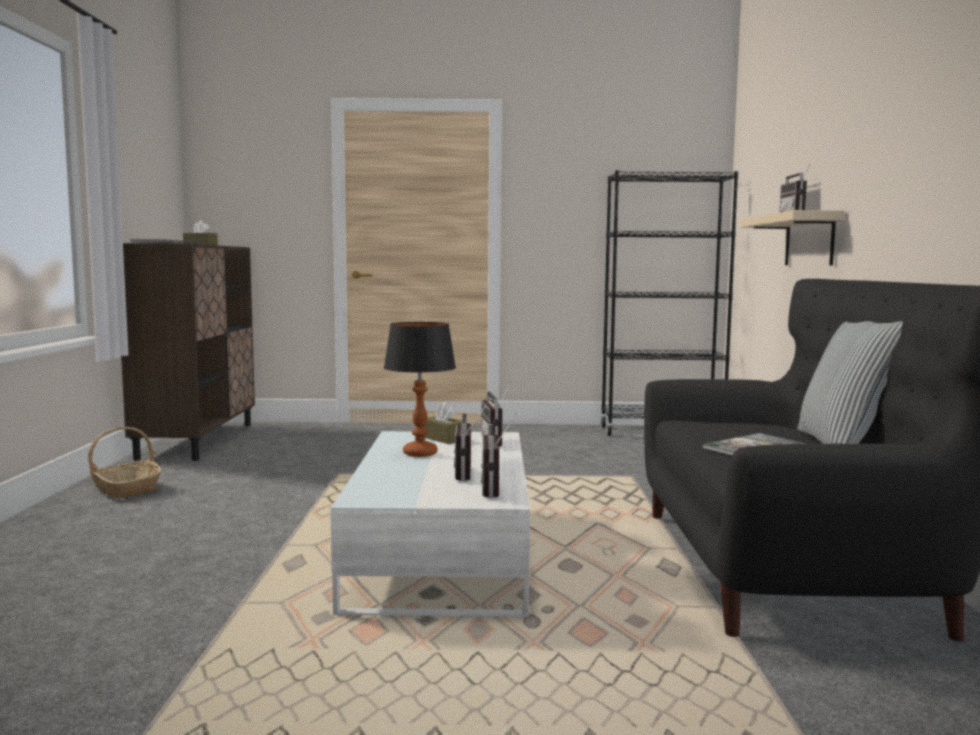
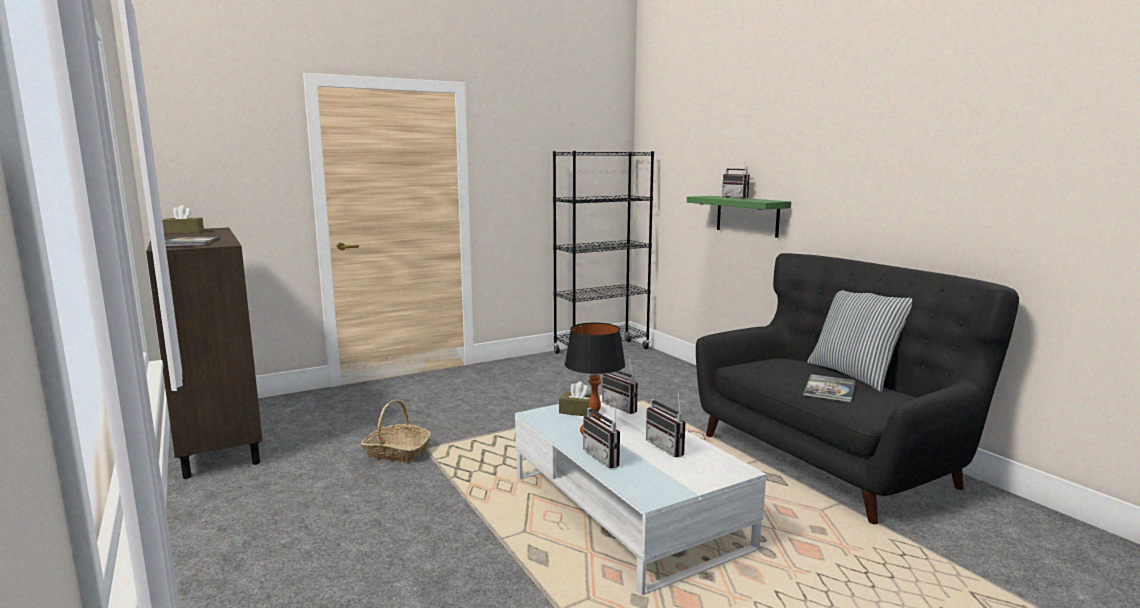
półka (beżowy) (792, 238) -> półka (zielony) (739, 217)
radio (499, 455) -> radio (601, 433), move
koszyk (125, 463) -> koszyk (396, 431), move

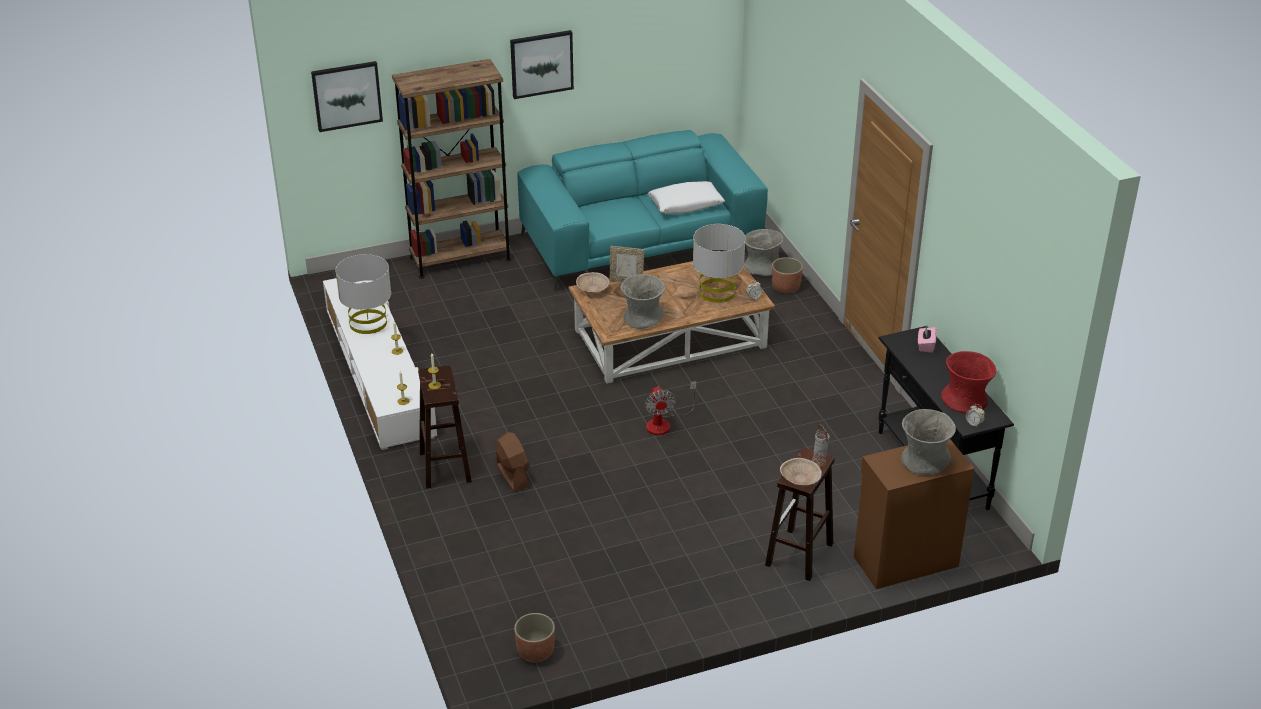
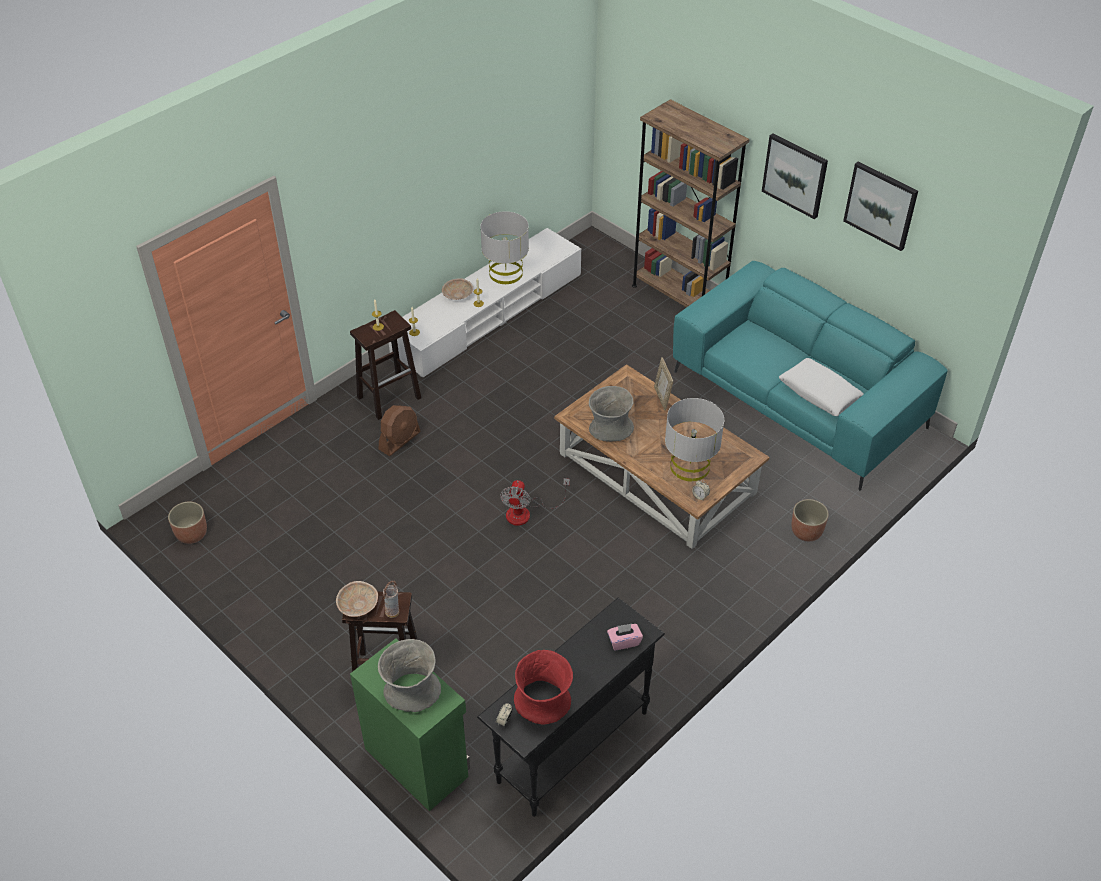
obraz (347, 96) -> obraz (880, 206), move
wazon (szary) (763, 252) -> none
miska (beżowy) (593, 282) -> miska (beżowy) (457, 289), move
wentylator (671, 408) -> wentylator (535, 502), 45 degrees counterclockwise
szafka (brązowy) (914, 514) -> szafka (zielony) (410, 724)

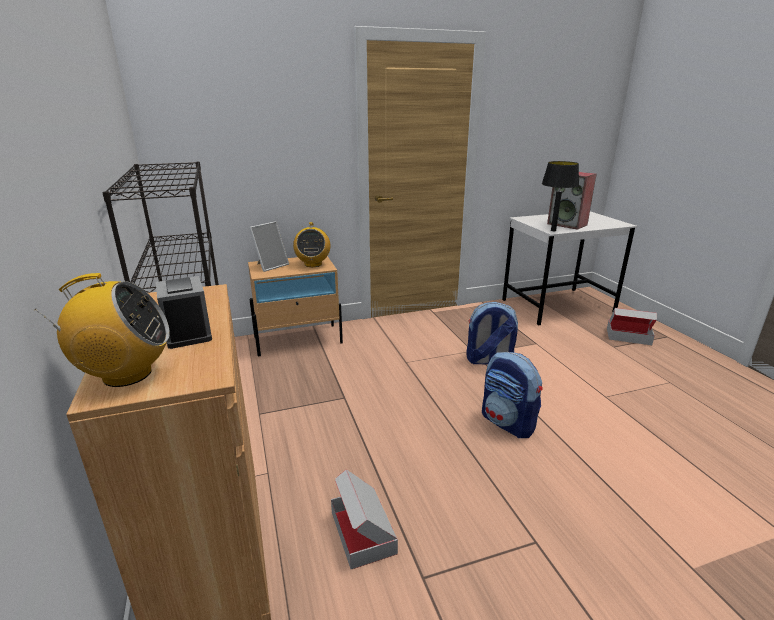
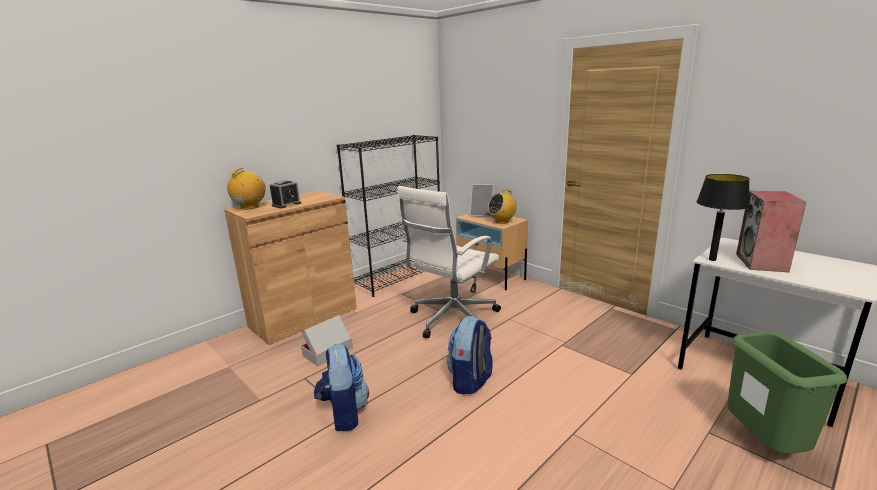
radio (102, 330) -> radio (246, 188), 120 degrees counterclockwise
plecak (492, 333) -> plecak (341, 387), move
karton (632, 326) -> kosz na śmieci (zielony) (787, 392)
none -> krzesło biurowe (biały) (449, 262)

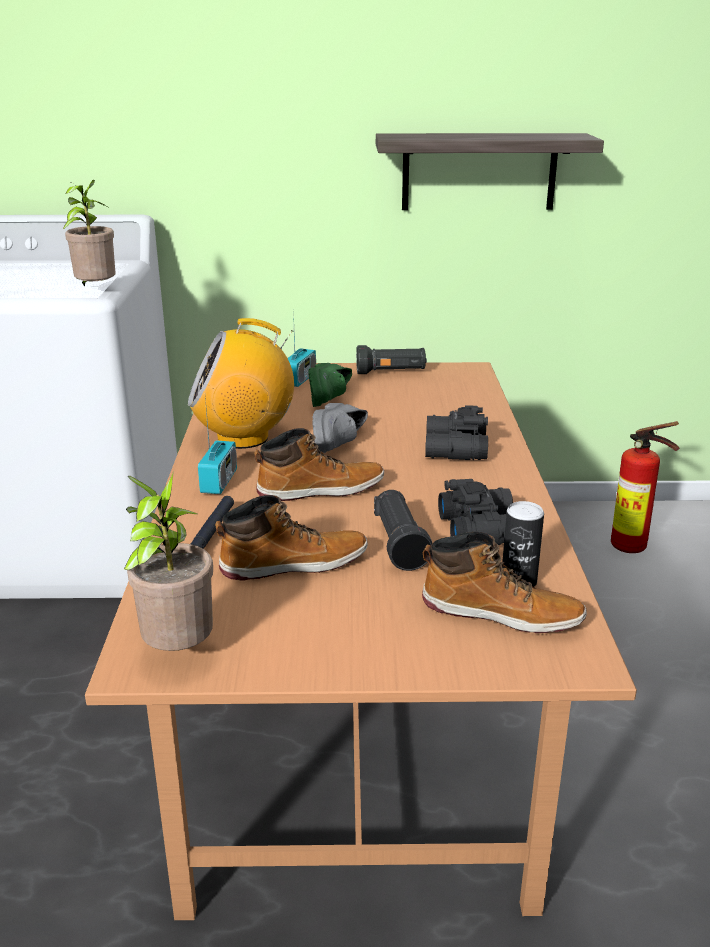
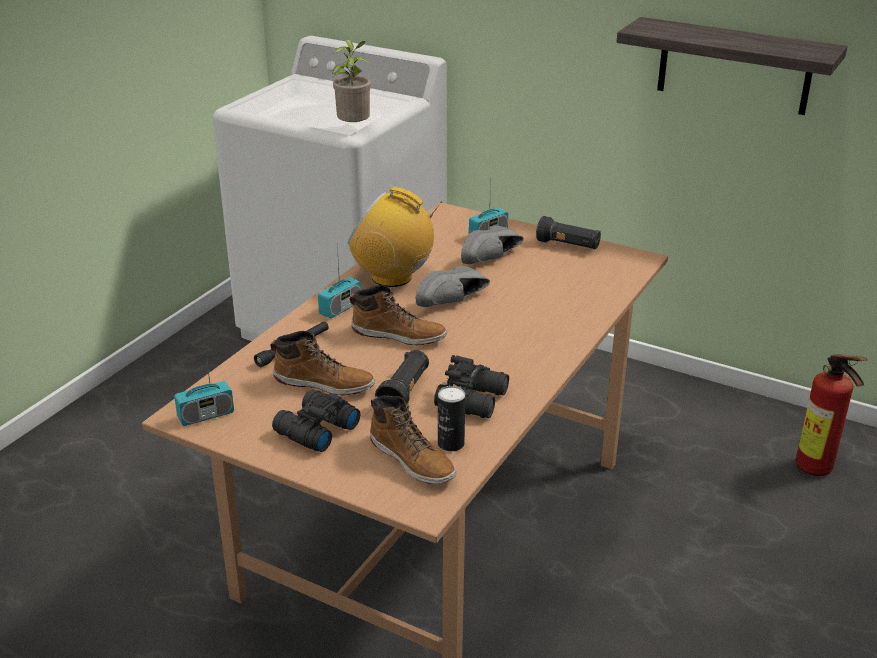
but (zielony) (330, 385) -> but (szary) (492, 245)
lornetka (czarny) (456, 432) -> lornetka (czarny) (316, 421), move
roślina doniczkowa (168, 561) -> radio (204, 383)

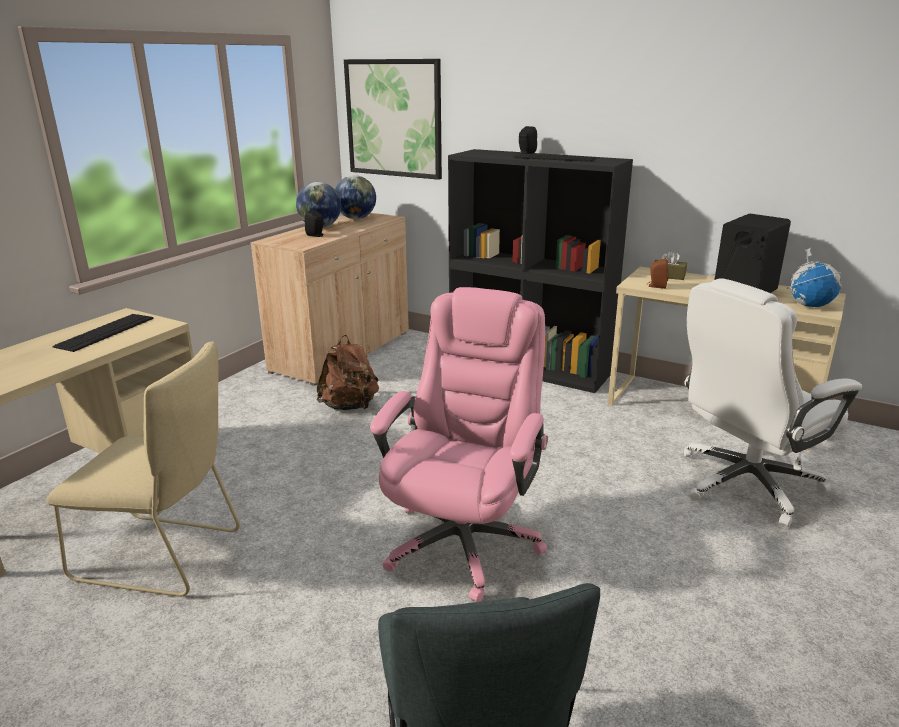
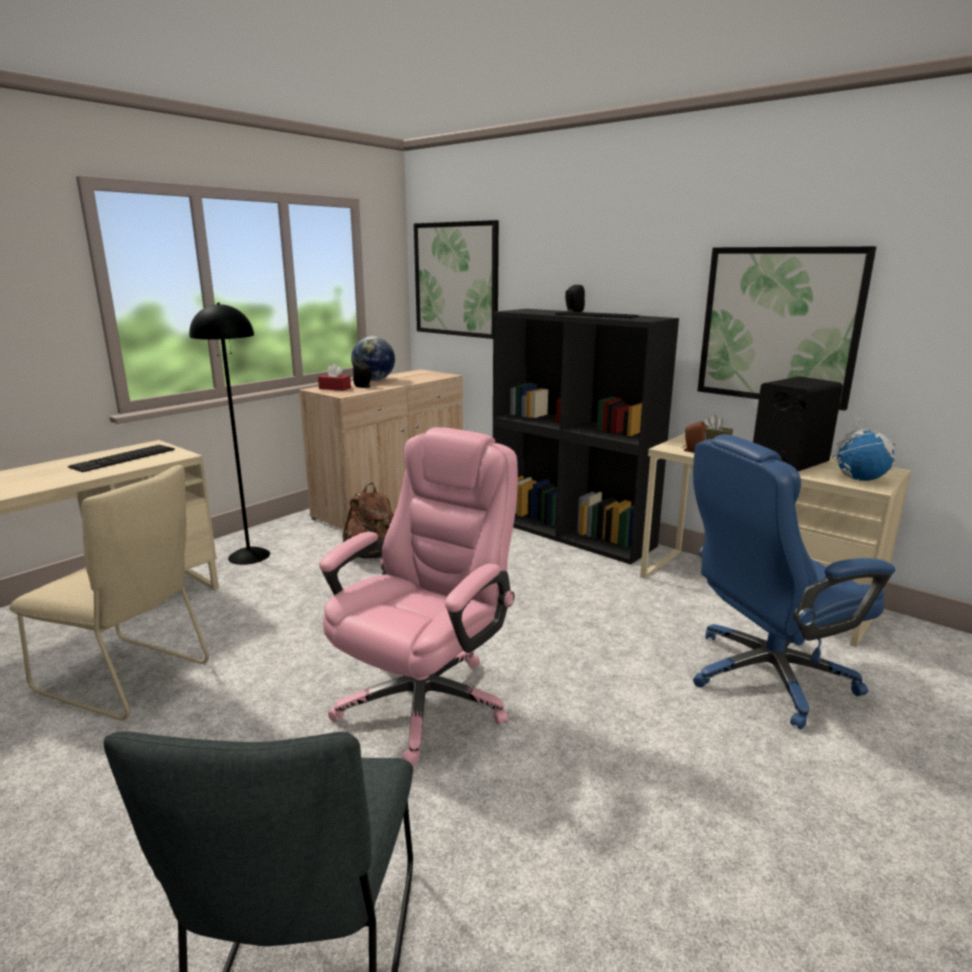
globus (355, 197) -> none
krzesło biurowe (biały) (773, 403) -> krzesło biurowe (niebieski) (794, 581)
none -> obraz (787, 328)
none -> lampa stojąca (czarny) (229, 434)
none -> pudełko chusteczek (czerwony) (334, 377)

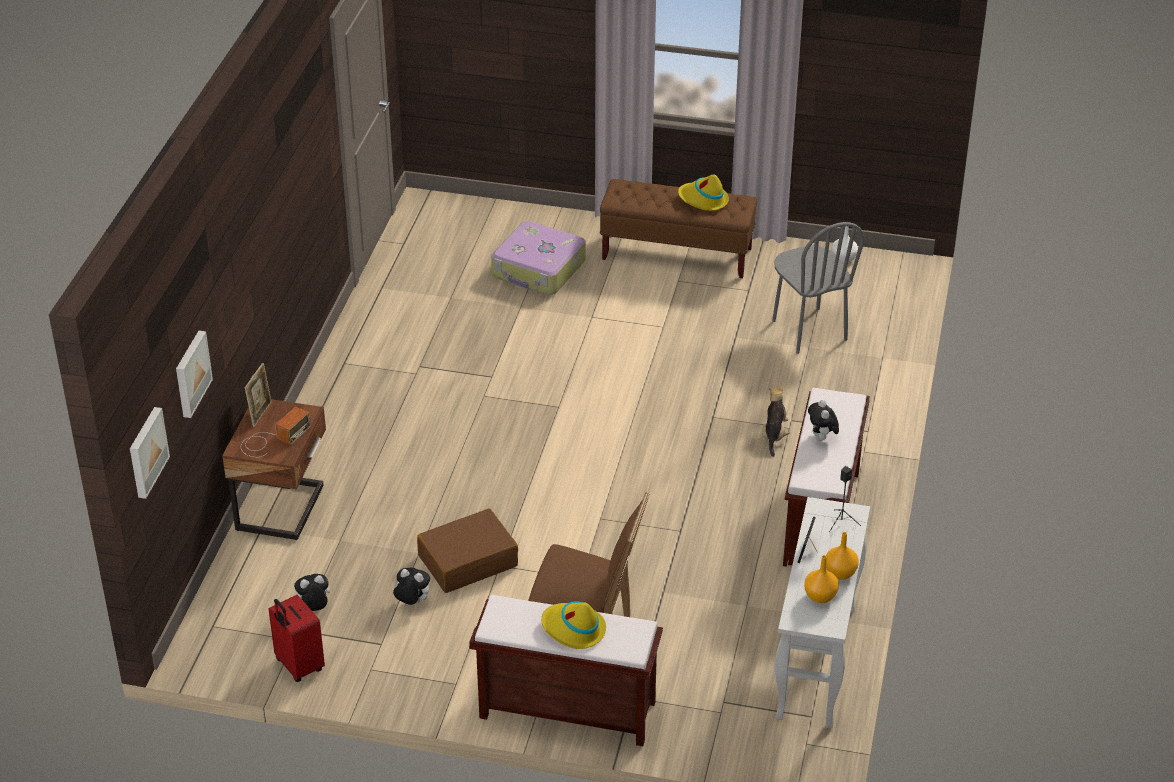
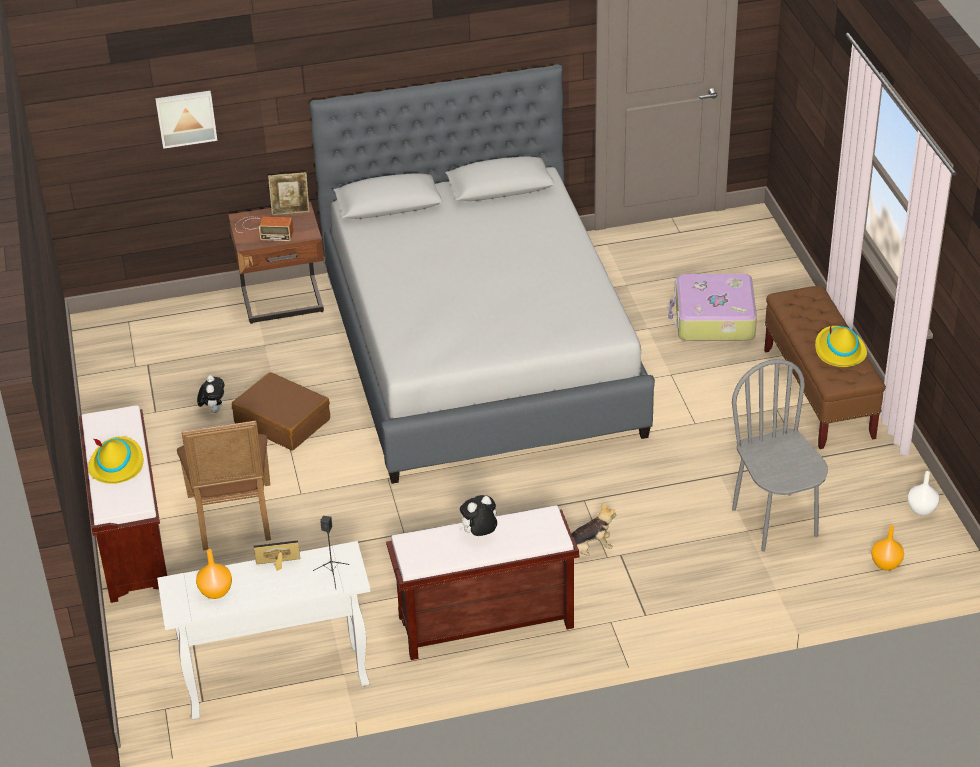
krzesło (szary) (818, 288) -> krzesło (szary) (780, 455), 120 degrees clockwise
obraz (150, 453) -> none
wazon (pomarańczowy) (842, 556) -> wazon (pomarańczowy) (887, 548), move
pluszak (312, 592) -> none
walizka (czerwony) (297, 638) -> none
none -> łóżko (szary) (482, 274)

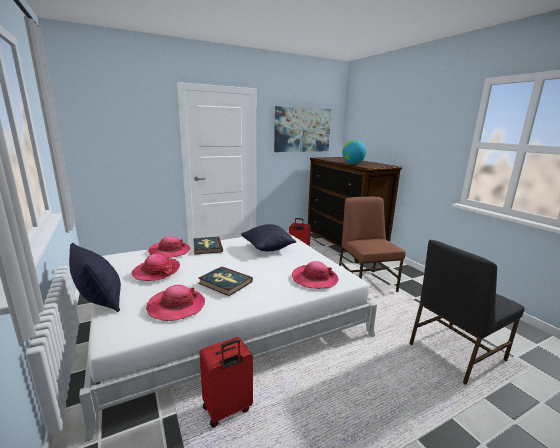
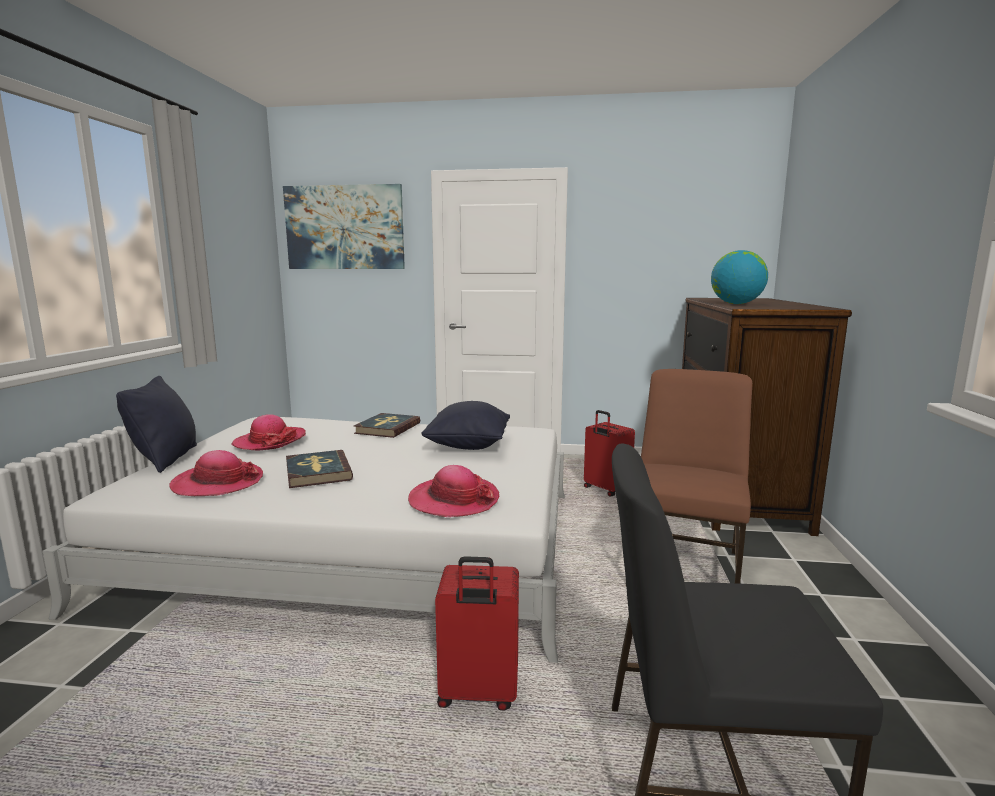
obraz (302, 129) -> obraz (344, 226), move
kapelusz (169, 247) -> none
walizka (czerwony) (226, 382) -> walizka (czerwony) (477, 633), move

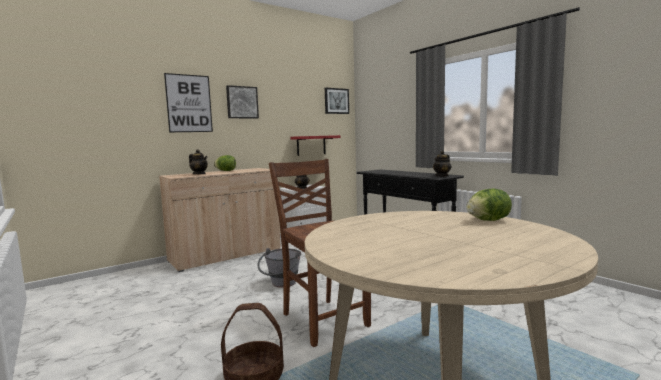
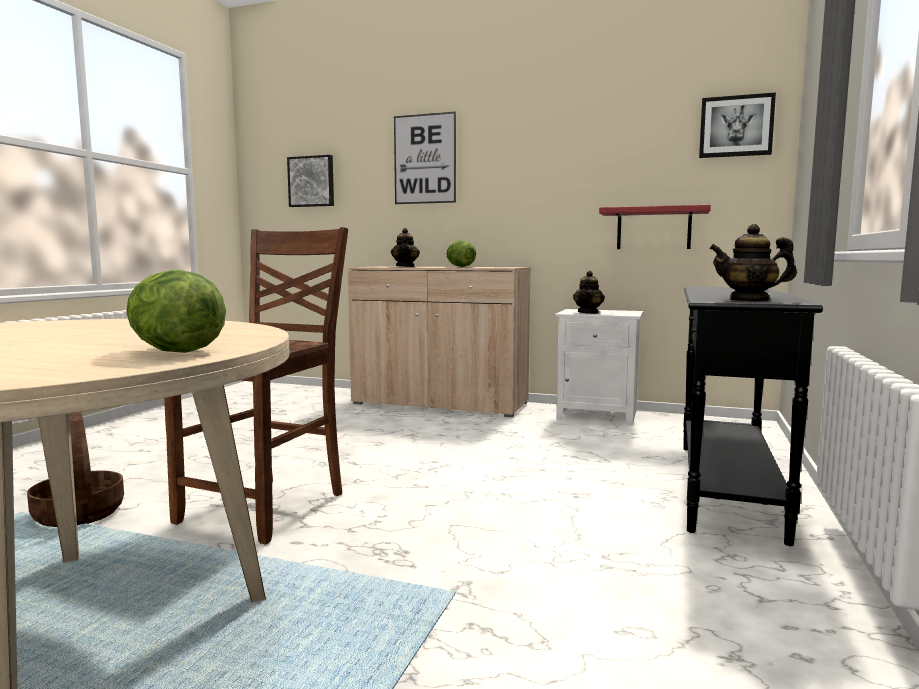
obraz (242, 101) -> obraz (310, 181), move
wiadro (szary) (279, 268) -> none

